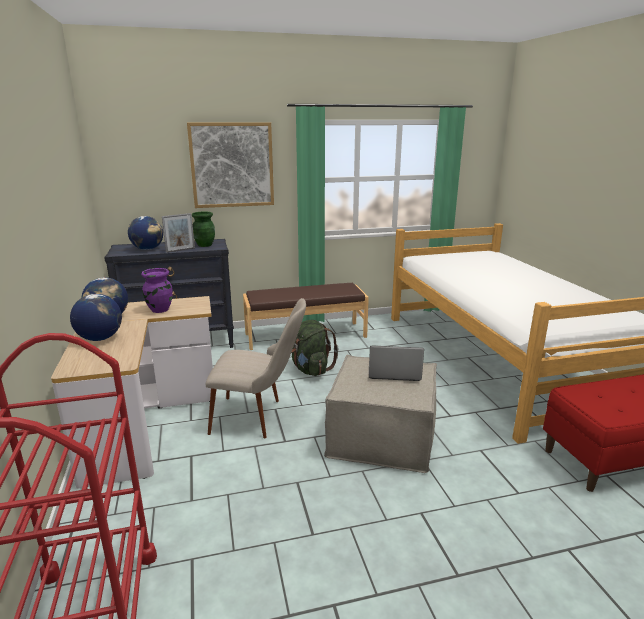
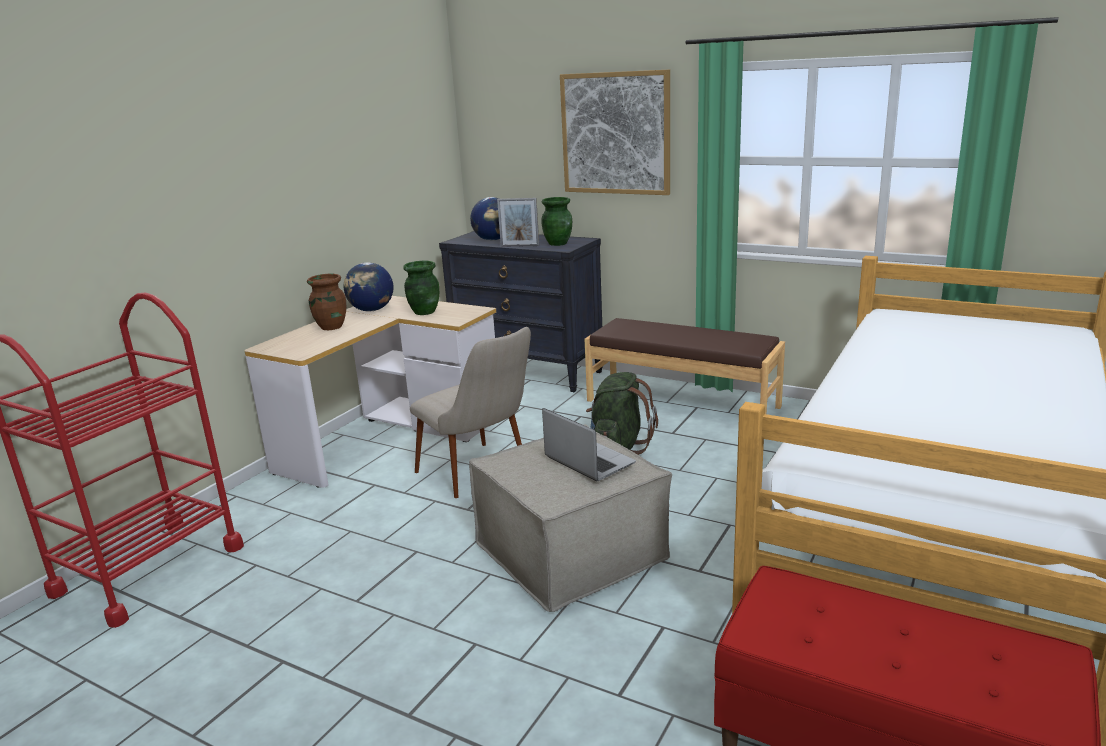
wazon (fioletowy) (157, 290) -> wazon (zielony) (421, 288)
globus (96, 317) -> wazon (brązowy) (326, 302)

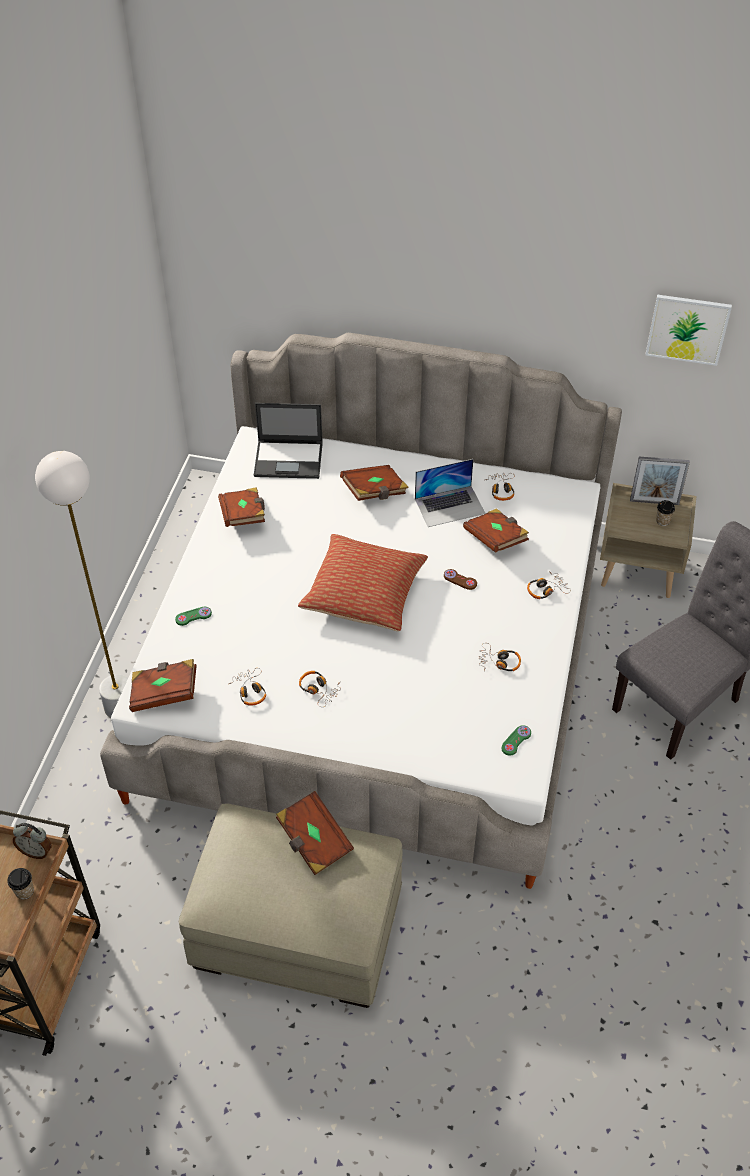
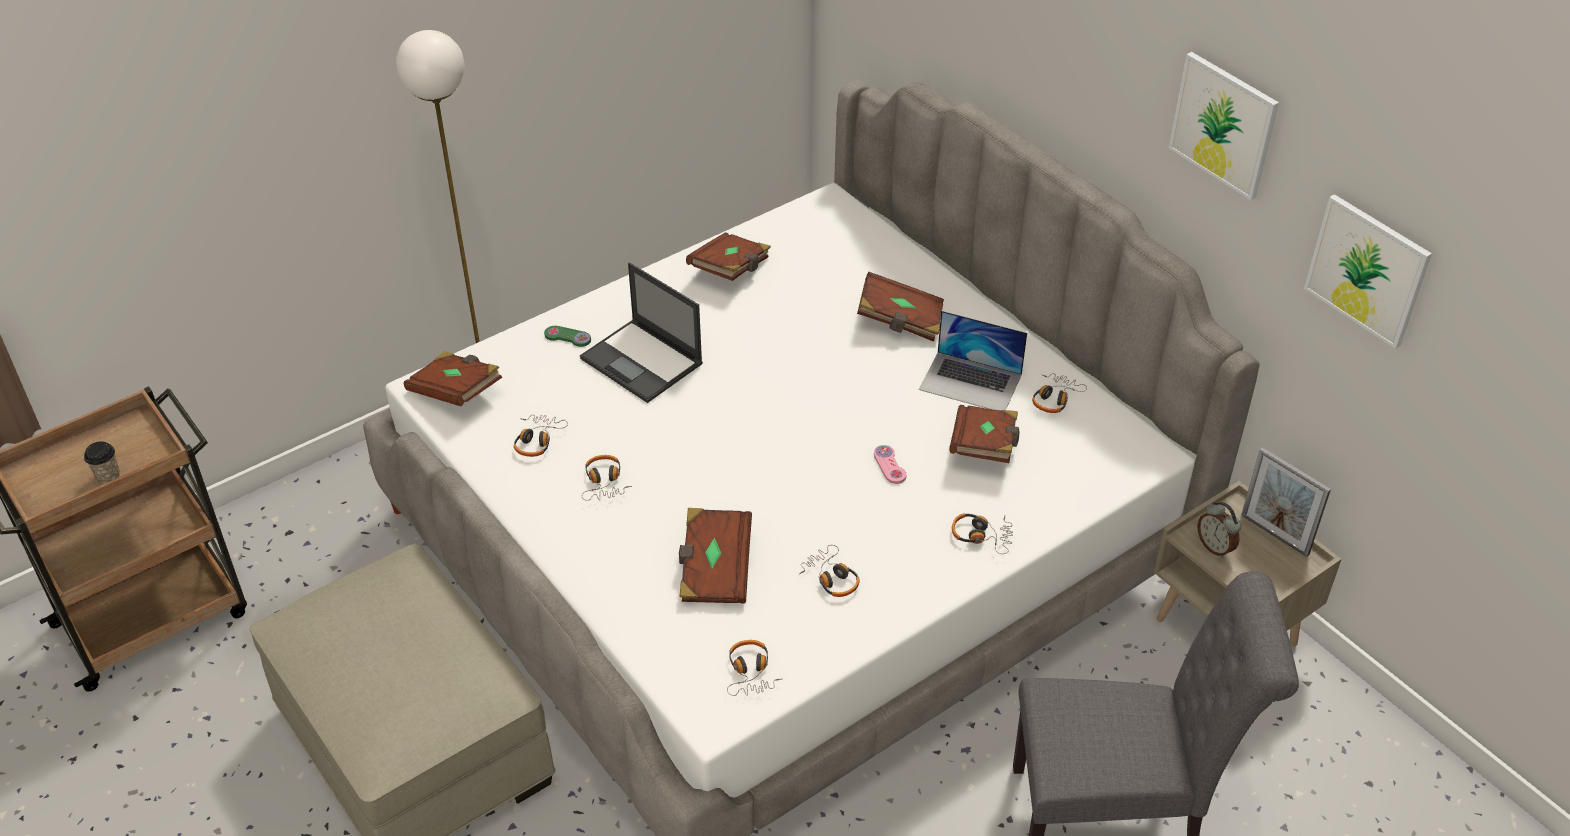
laptop (288, 441) -> laptop (641, 332), move
filiżanka (665, 513) -> none
poduszka (363, 582) -> none
pad do gier (brązowy) (460, 579) -> pad do gier (różowy) (890, 464)
pad do gier (zielony) (516, 740) -> słuchawki (754, 668)
książka (brązowy) (315, 833) -> książka (brązowy) (715, 556), move
budzik (32, 841) -> budzik (1219, 530), move
none -> obraz (1224, 126)

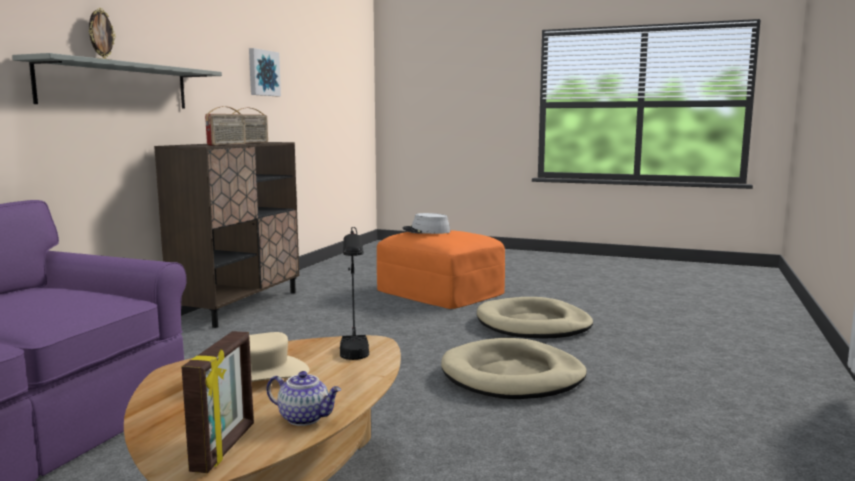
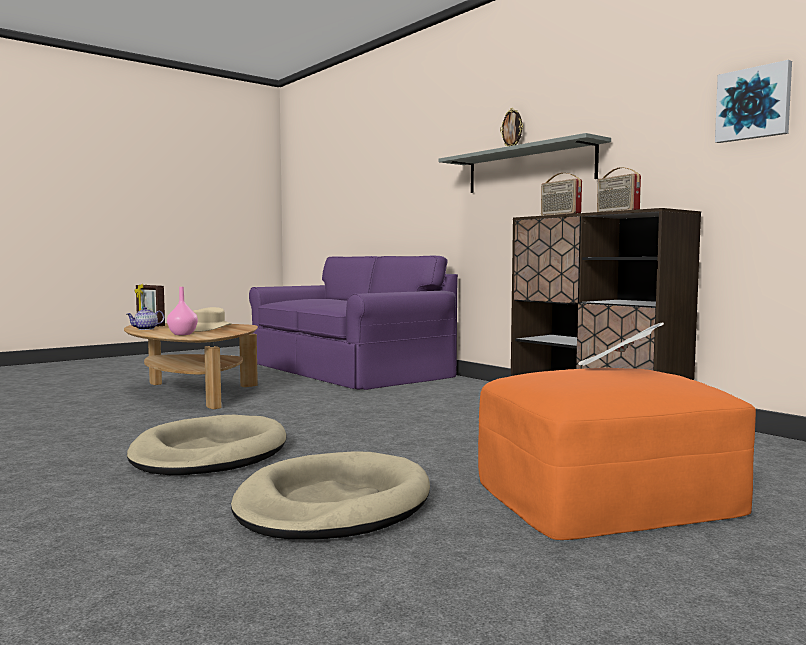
kapelusz (szary) (426, 223) -> gazeta (621, 344)
lampa stołowa (czarny) (354, 293) -> wazon (różowy) (182, 311)

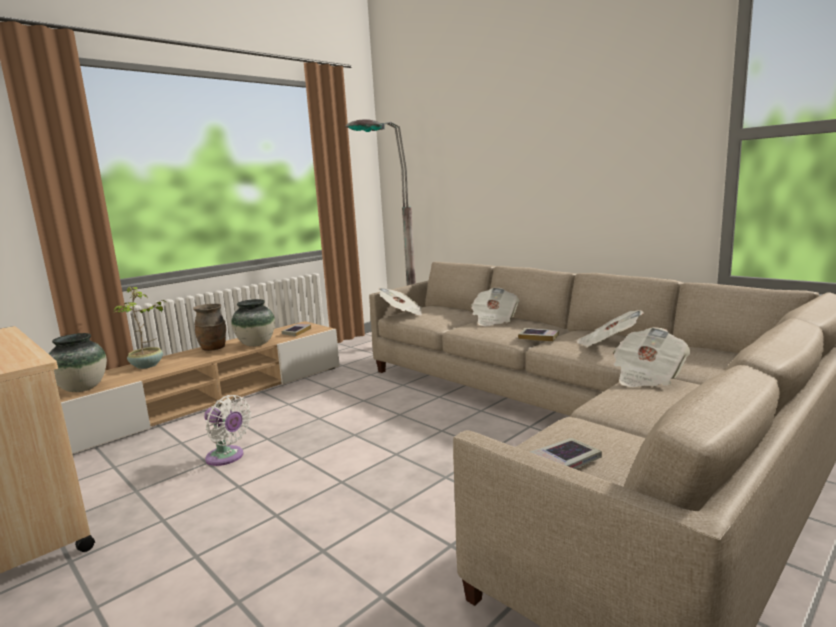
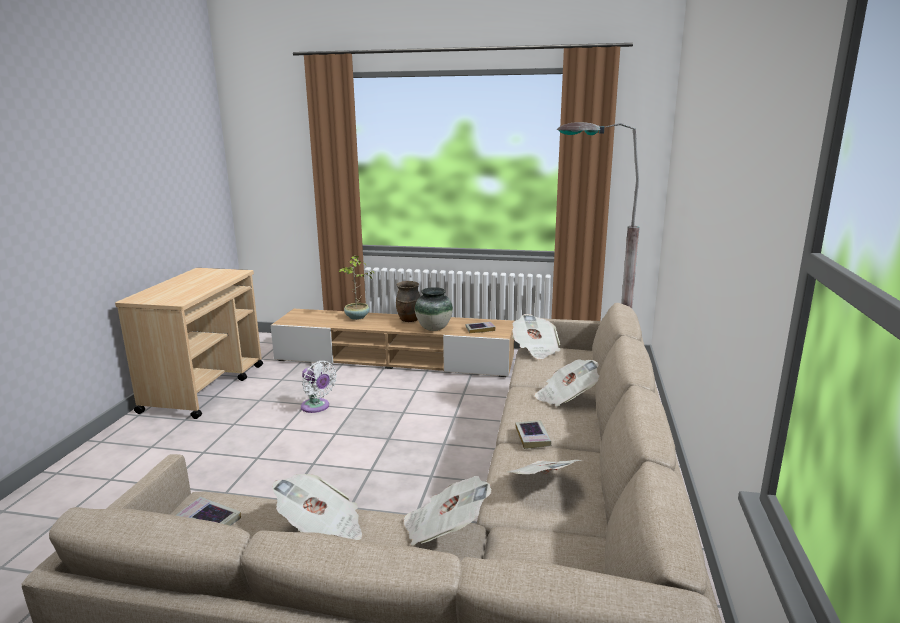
wazon (78, 362) -> none
wentylator (biały) (227, 430) -> wentylator (biały) (319, 387), 45 degrees counterclockwise
none -> gazeta (317, 507)

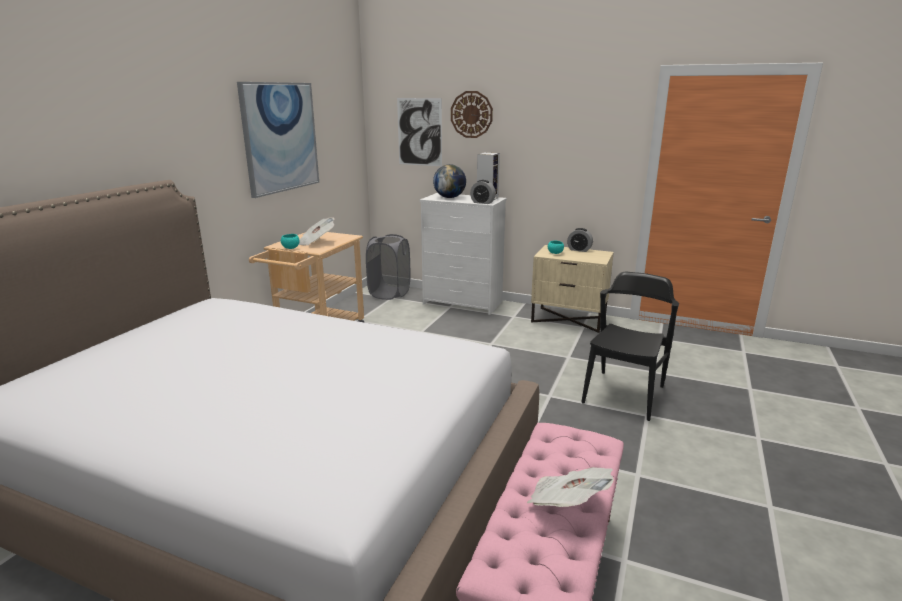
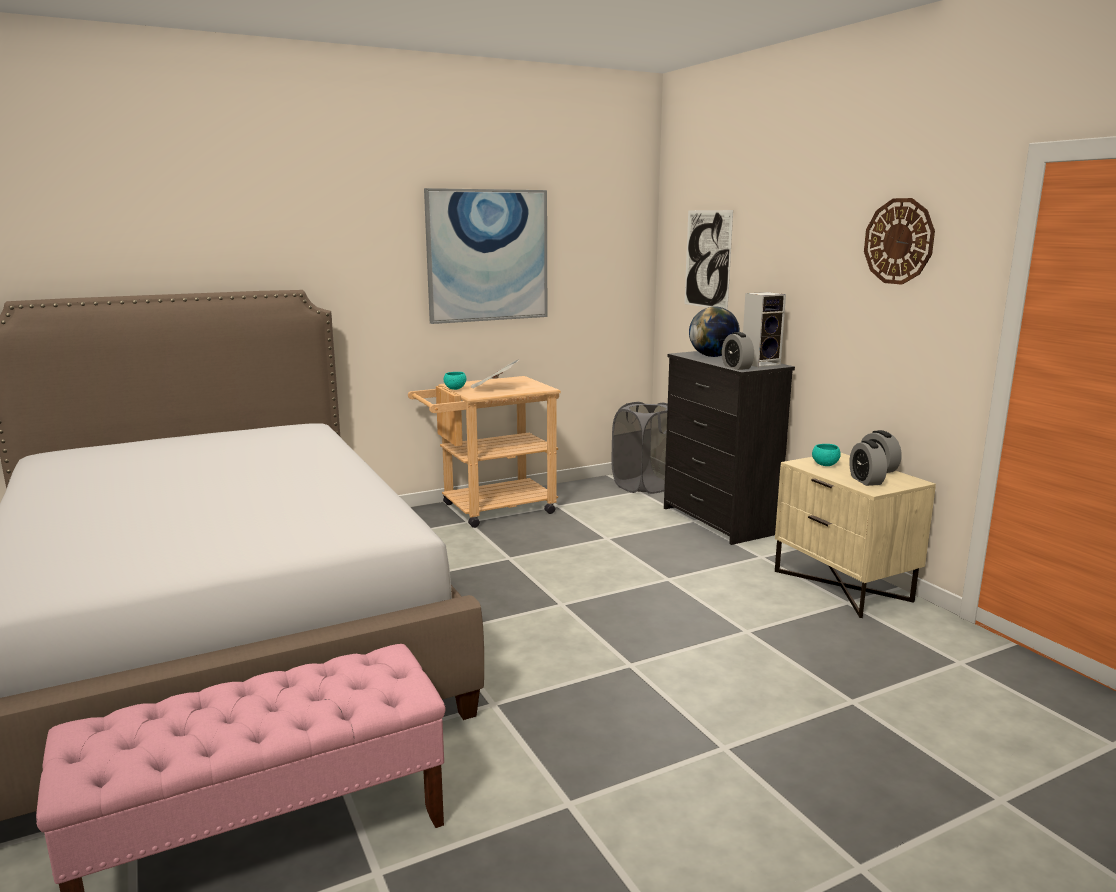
zegar ścienny (472, 114) -> zegar ścienny (899, 241), move
komoda (biały) (463, 254) -> komoda (czarny) (729, 448)
krzesło (czarny) (630, 346) -> none
gazeta (570, 487) -> none
none -> budzik (868, 463)

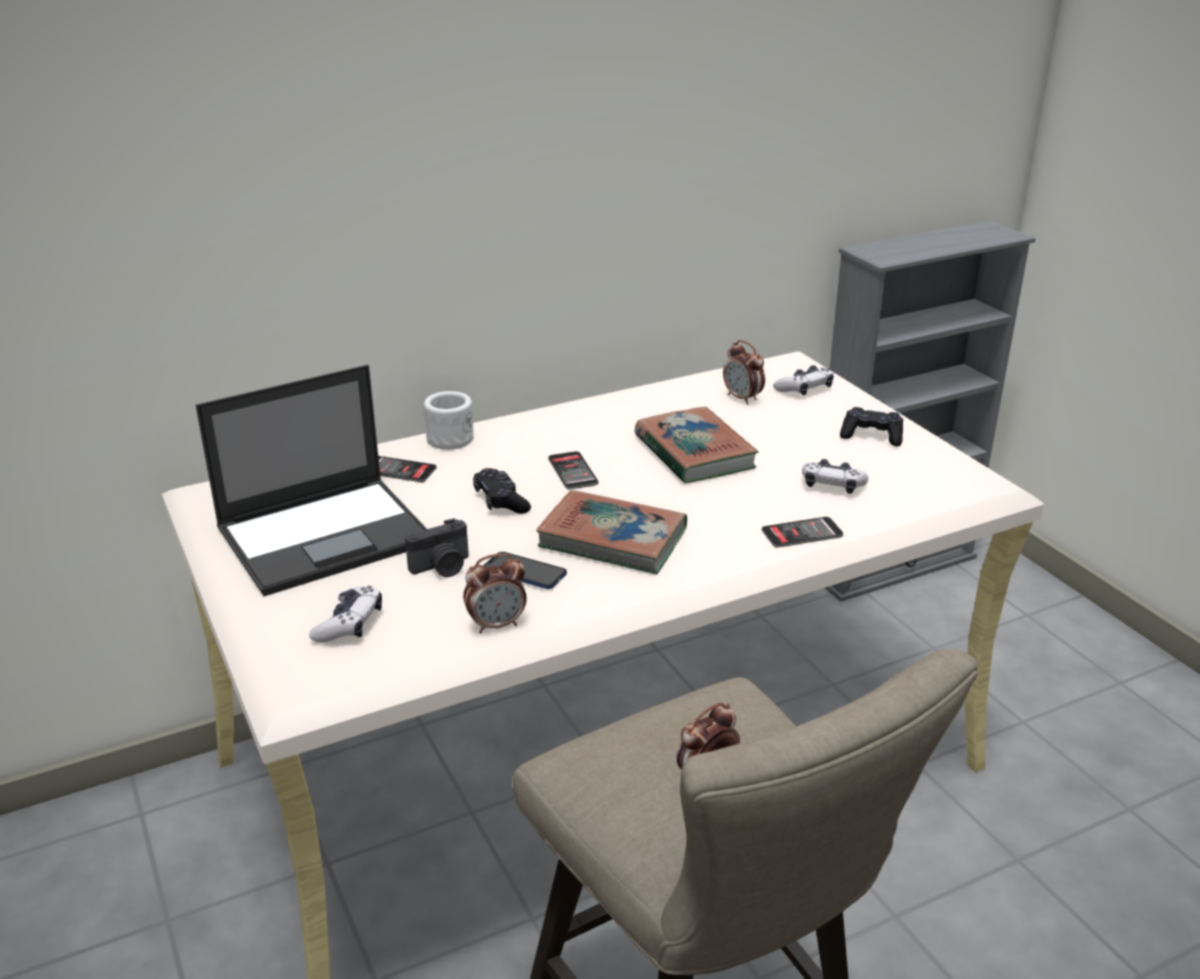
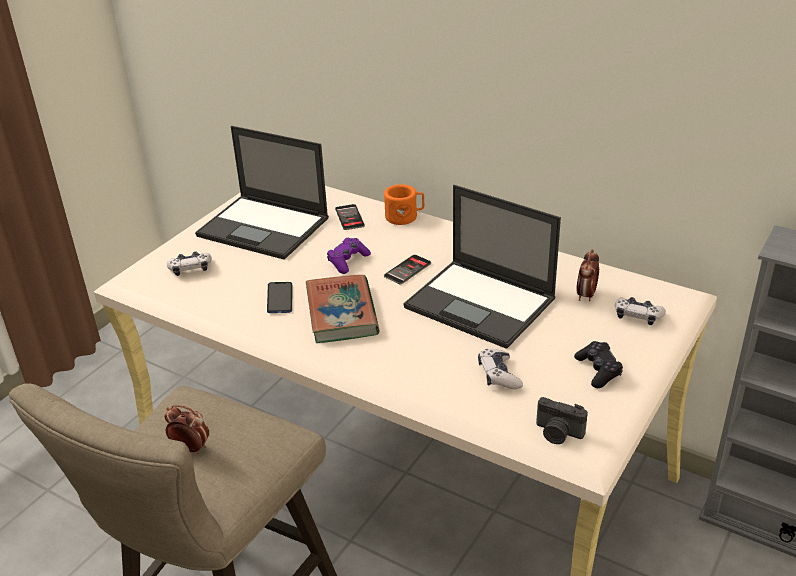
kubek (biały) (449, 420) -> kubek (pomarańczowy) (404, 204)
książka (697, 445) -> laptop (482, 267)
pad do gier (czarny) (502, 491) -> pad do gier (fioletowy) (349, 256)
telefon (802, 532) -> none
aparat fotograficzny (437, 547) -> aparat fotograficzny (562, 420), move
budzik (495, 594) -> none

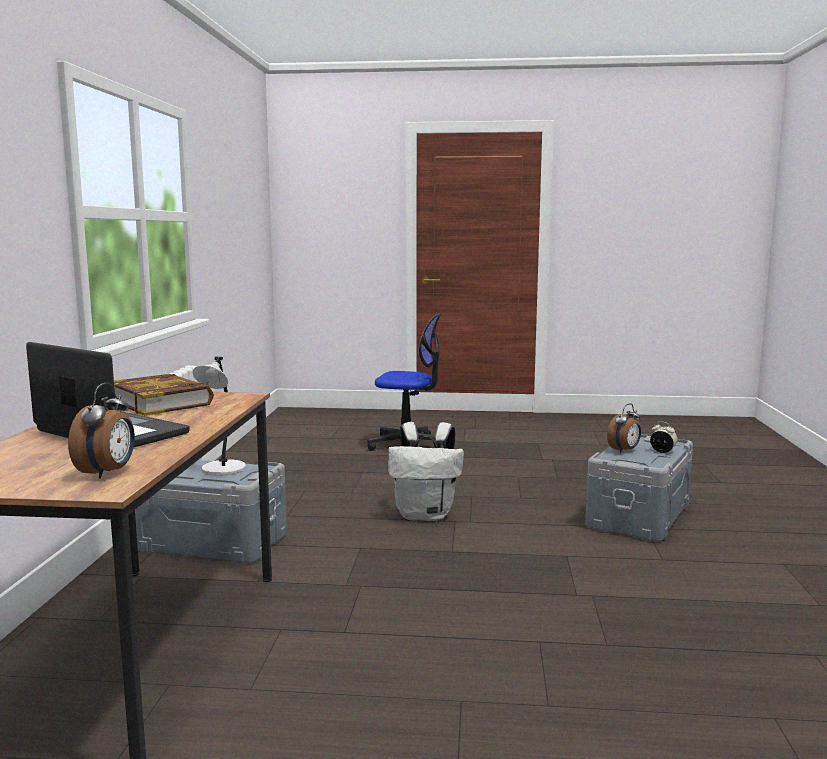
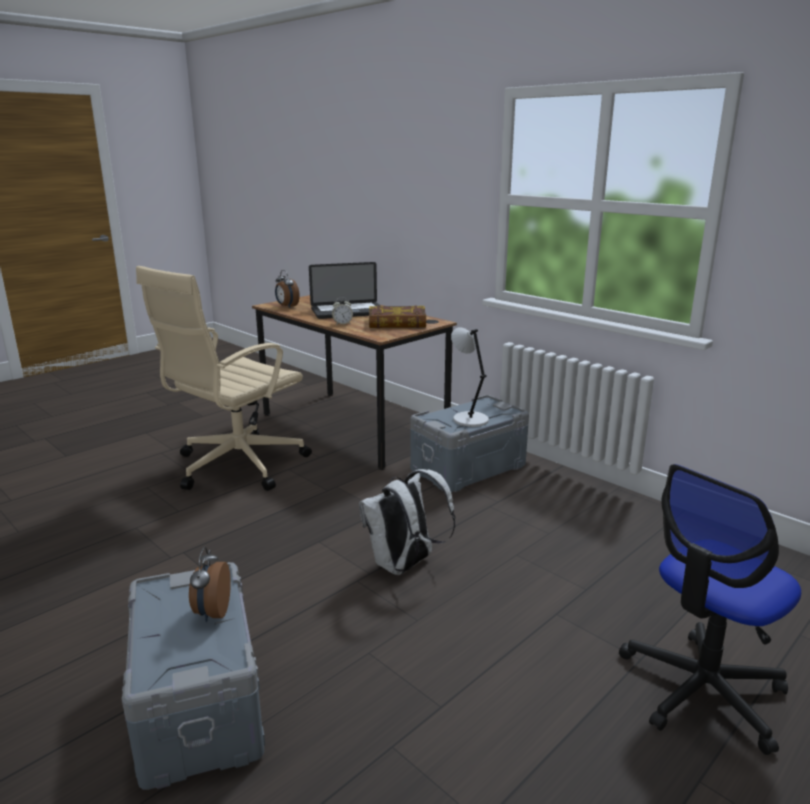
budzik (664, 437) -> budzik (342, 311), move
none -> krzesło biurowe (beżowy) (224, 378)

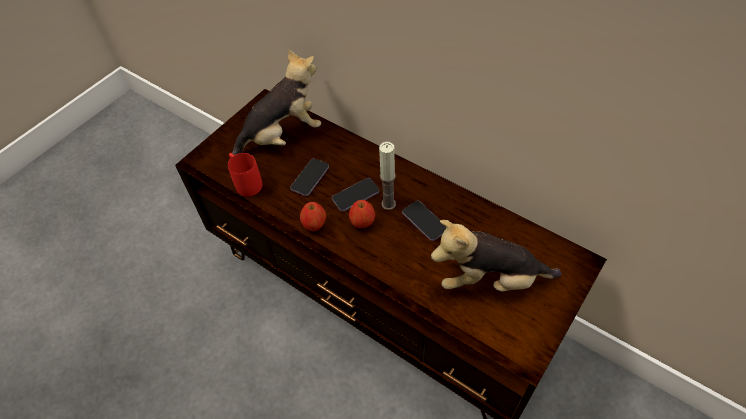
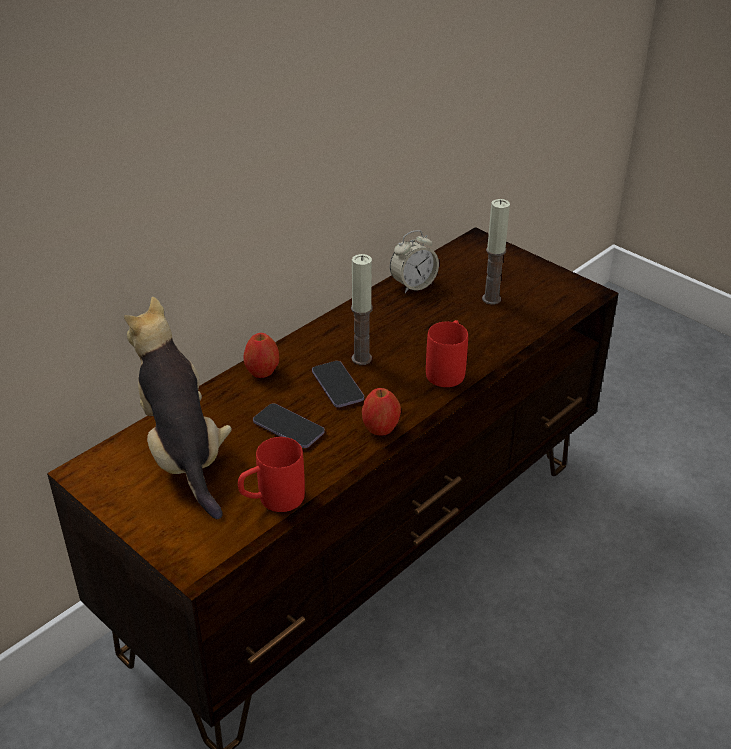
jabłko (362, 214) -> jabłko (261, 355), move
telefon (424, 221) -> none
pluszak (496, 255) -> świeca (496, 251)
none -> budzik (414, 261)
none -> kubek (czerwony) (447, 353)

